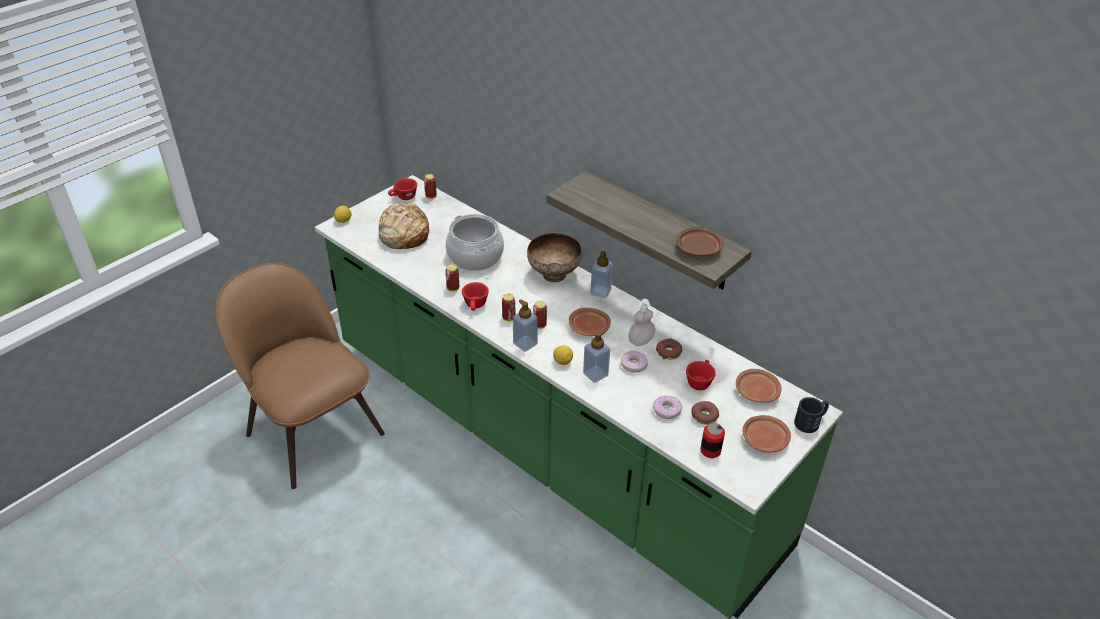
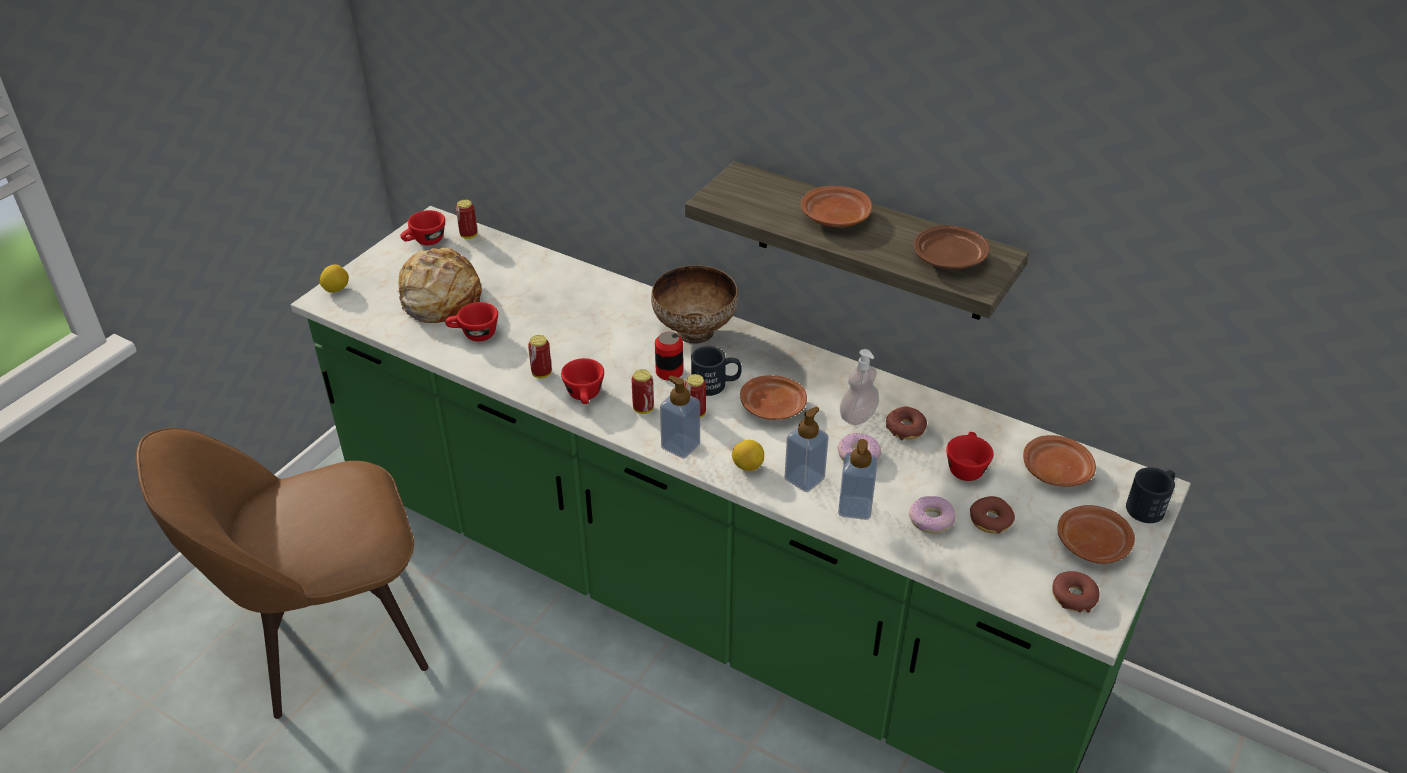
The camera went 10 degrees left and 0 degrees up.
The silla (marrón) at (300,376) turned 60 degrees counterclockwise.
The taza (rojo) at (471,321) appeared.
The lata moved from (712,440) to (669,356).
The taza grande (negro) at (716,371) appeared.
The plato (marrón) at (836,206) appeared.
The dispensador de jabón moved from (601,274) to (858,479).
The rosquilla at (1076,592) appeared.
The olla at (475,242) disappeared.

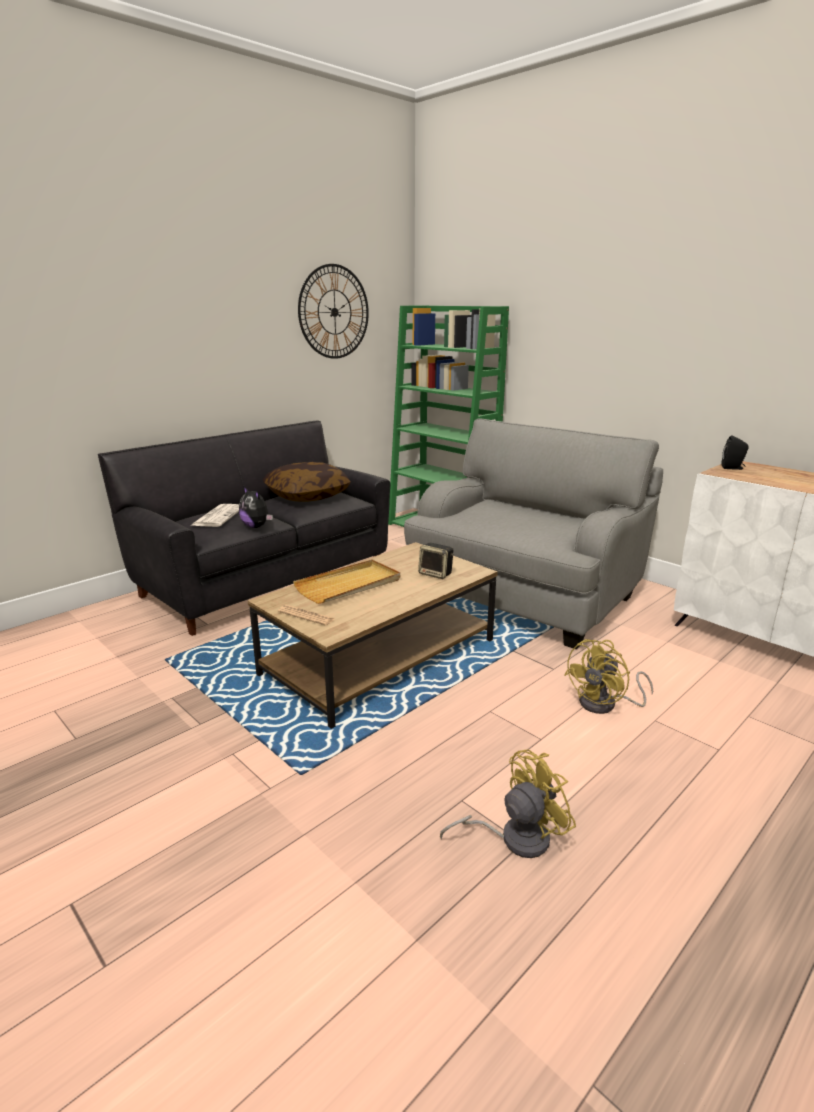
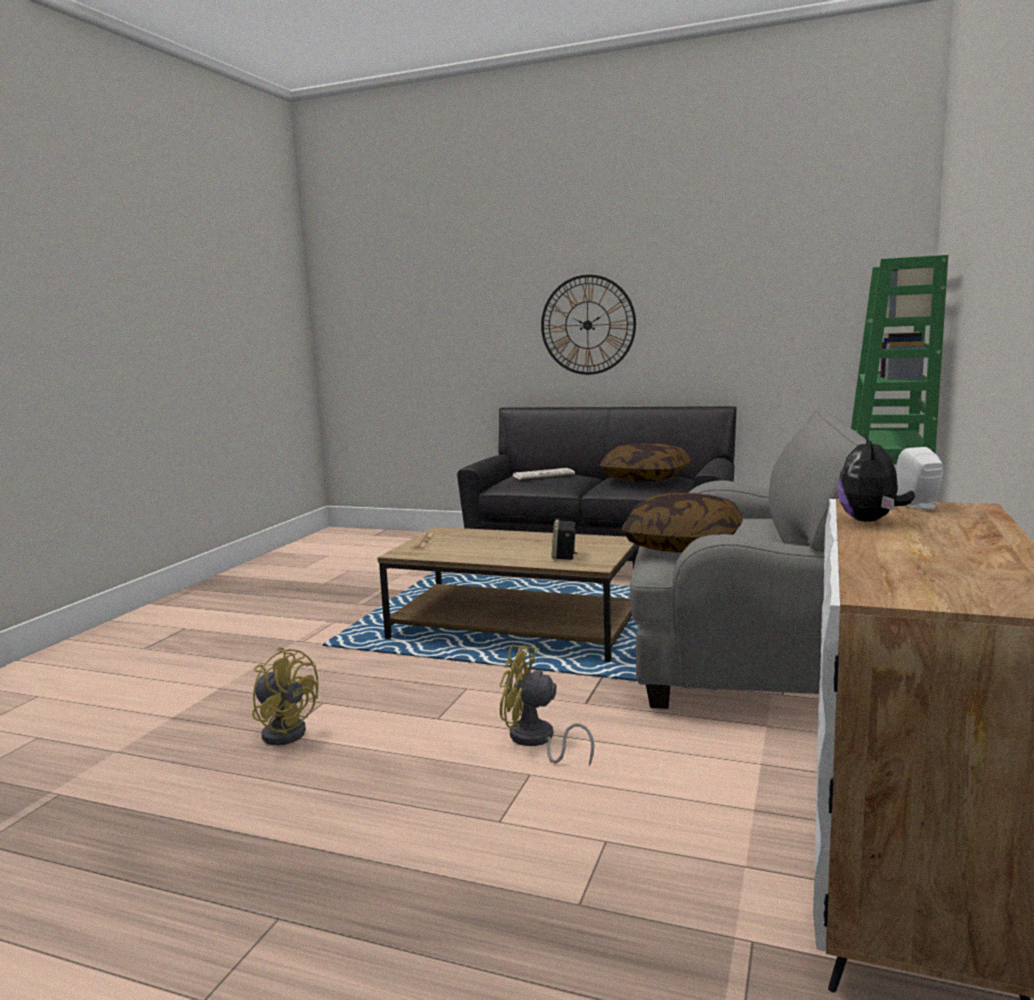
The camera went 65 degrees right and 10 degrees down.
The reloj de pared moved from (333,311) to (588,325).
The cojín at (682,522) appeared.
The peluche moved from (256,507) to (876,478).
The altavoz (negro) at (735,452) became the altavoz (blanco) at (919,478).
The bandeja (beis) at (346,582) disappeared.

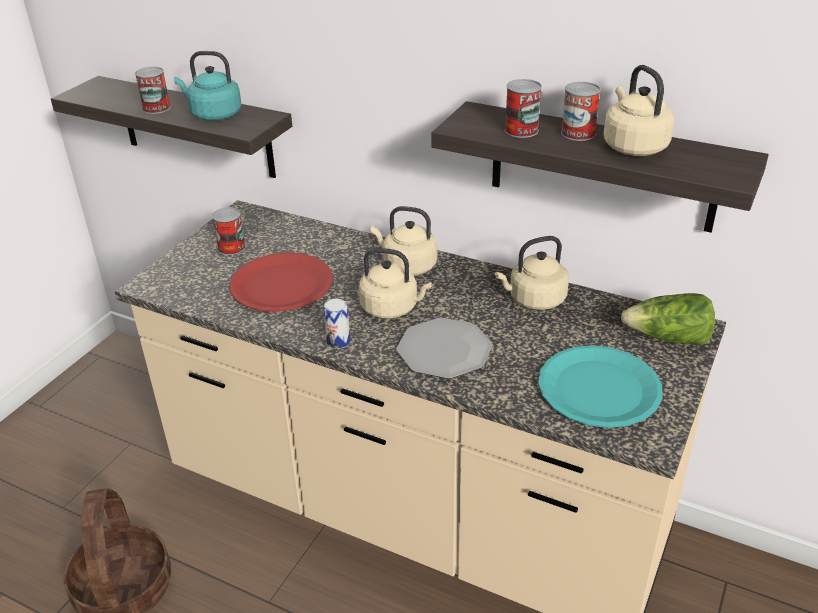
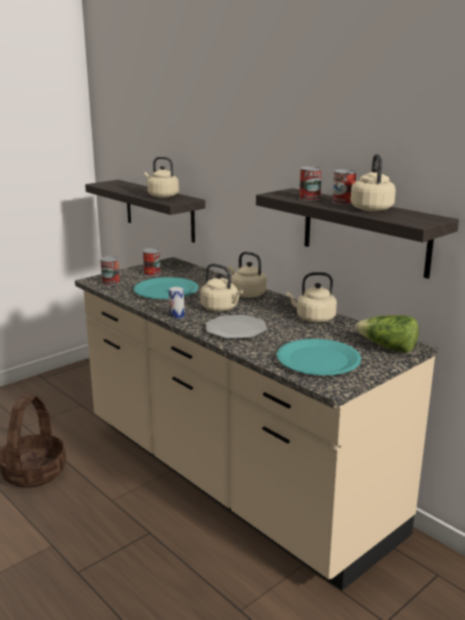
The camera went 20 degrees right and 15 degrees down.
The lata moved from (153,90) to (110,270).
The plato (rojo) at (281,282) became the plato (turquesa) at (166,288).
The hervidor (turquesa) at (208,86) became the hervidor (beis) at (161,177).

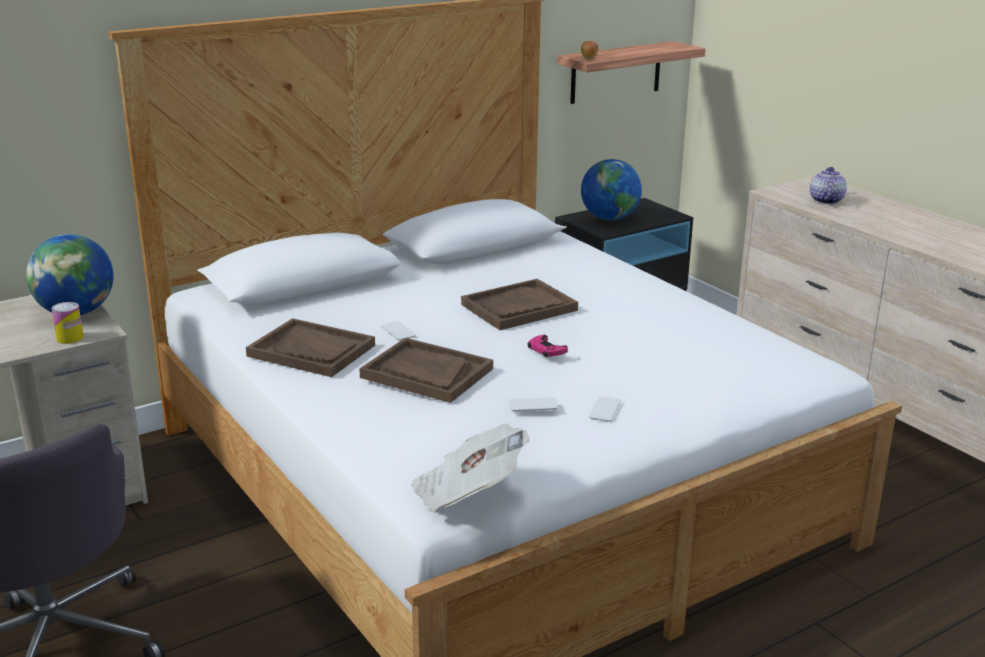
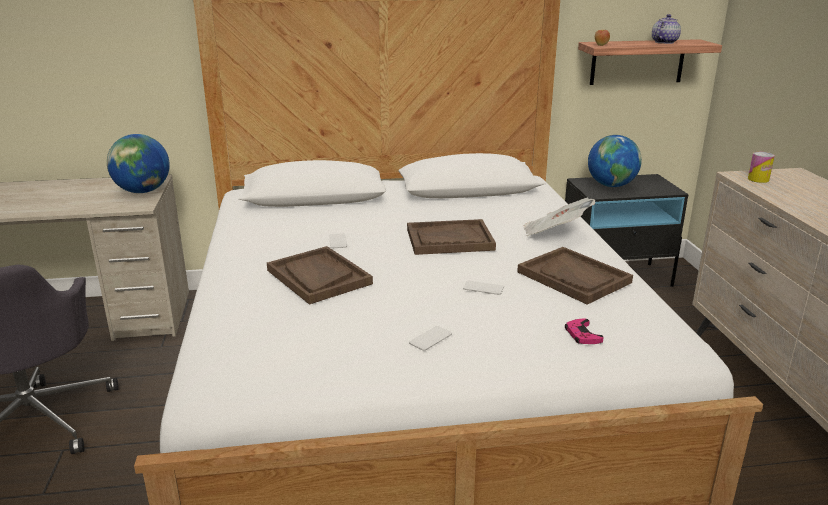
The camera went 25 degrees right and 0 degrees up.
The móvil moved from (533,404) to (483,288).
The bandeja (marrón) moved from (310,347) to (575,276).
The periódico moved from (470,467) to (559,216).
The mando de consola (rosa) moved from (547,346) to (584,331).
The tetera moved from (828,185) to (666,29).
The lata moved from (67,323) to (761,167).

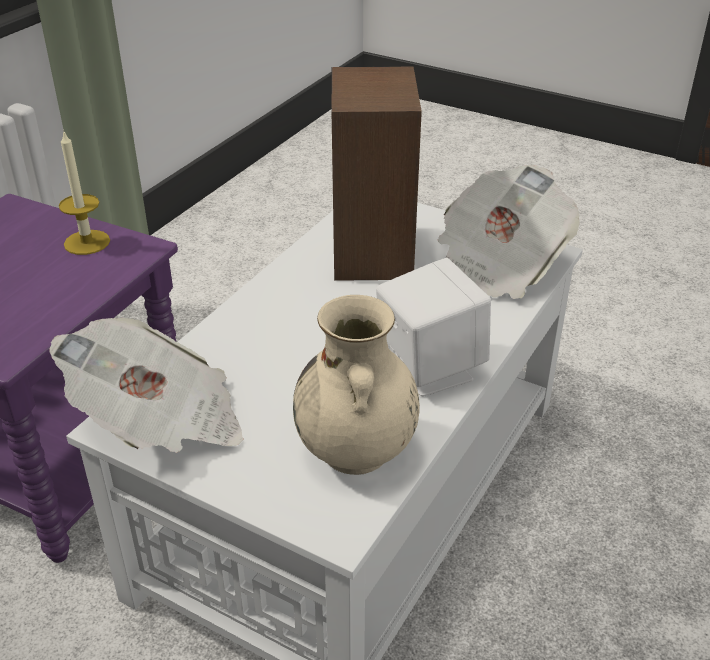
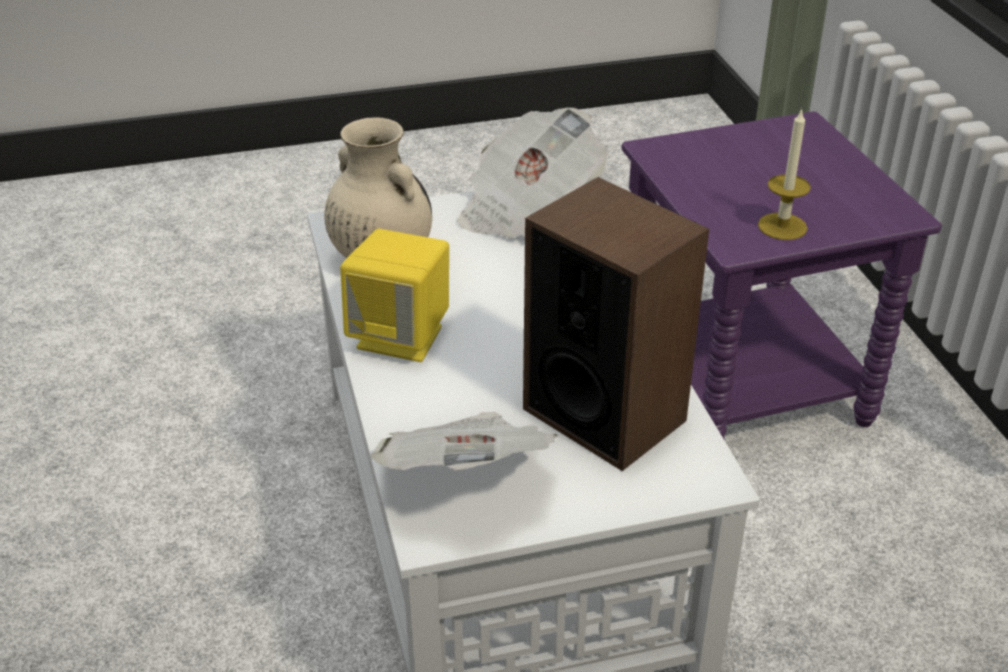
The camera went 135 degrees right and 0 degrees up.
The altavoz (blanco) at (433,327) became the altavoz (amarillo) at (394,295).

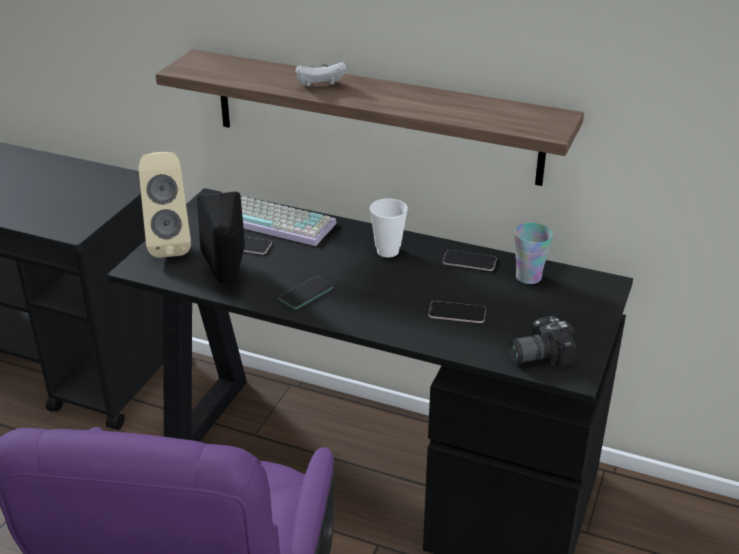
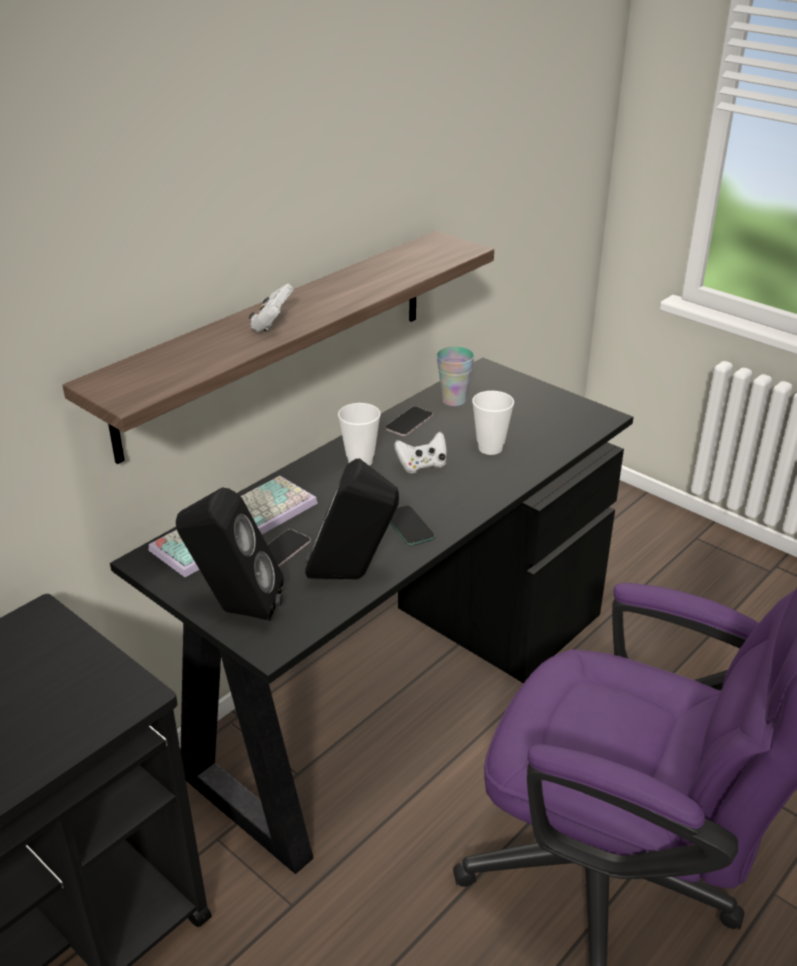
The camera went 70 degrees left and 0 degrees up.
The altavoz (beis) at (165,205) became the altavoz (negro) at (230,554).
The mando de consola (blanco) at (420,453) appeared.
The móvil at (457,312) was replaced by the taza at (493,423).
The cámara at (542,341) disappeared.

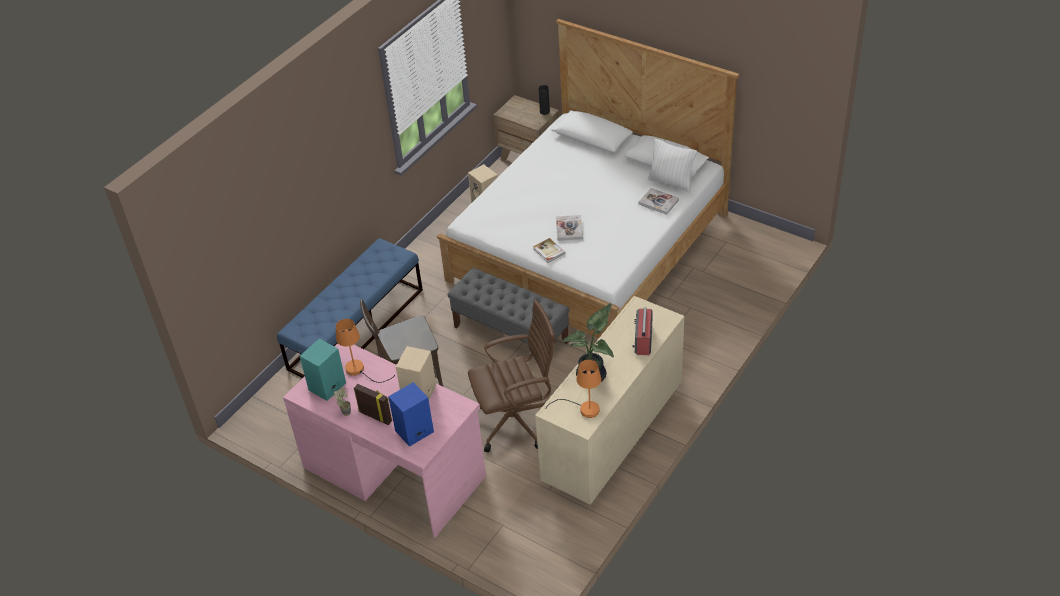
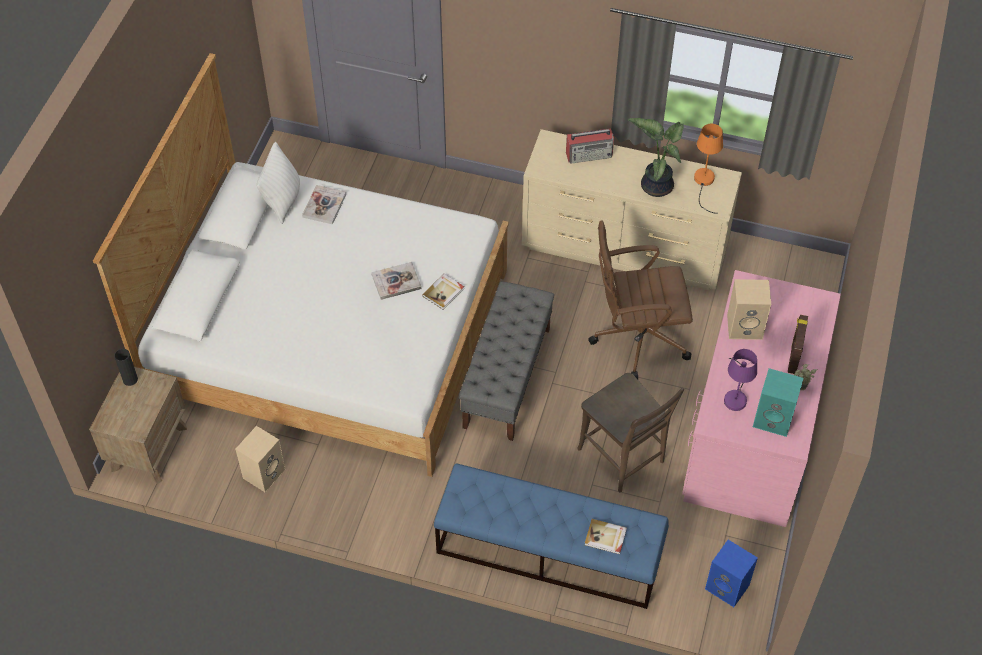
The camera went 110 degrees left and 10 degrees up.
The libro at (606,536) appeared.
The silla de oficina (marrón) at (512,376) turned 60 degrees counterclockwise.
The altavoz (azul) moved from (411,414) to (731,573).
The lámpara de mesa (naranja) at (365,351) became the lámpara de mesa (morado) at (740,380).

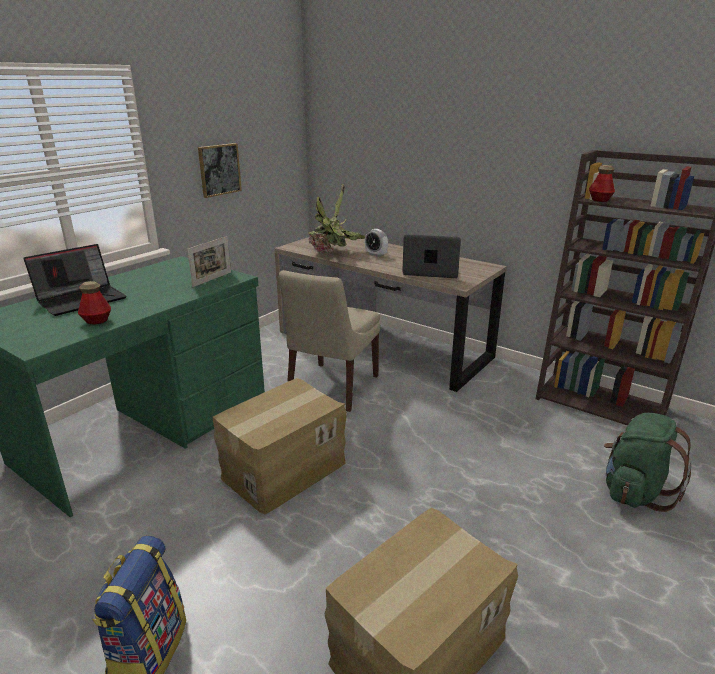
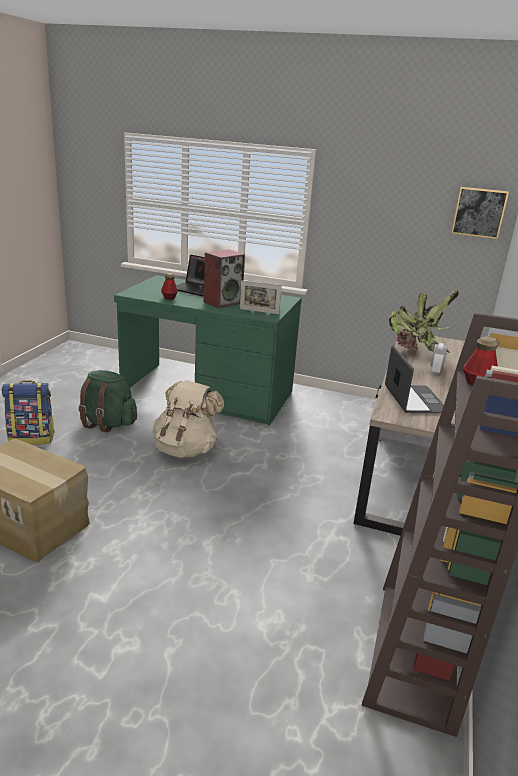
The camera went 70 degrees right and 0 degrees up.
The mochila (verde) moved from (648,462) to (107,401).
The caja de cartón at (280,446) was replaced by the mochila (beis) at (188,419).
The altavoz at (224,278) appeared.
The cuadro moved from (220,170) to (480,213).
The silla (beis) at (330,341) disappeared.

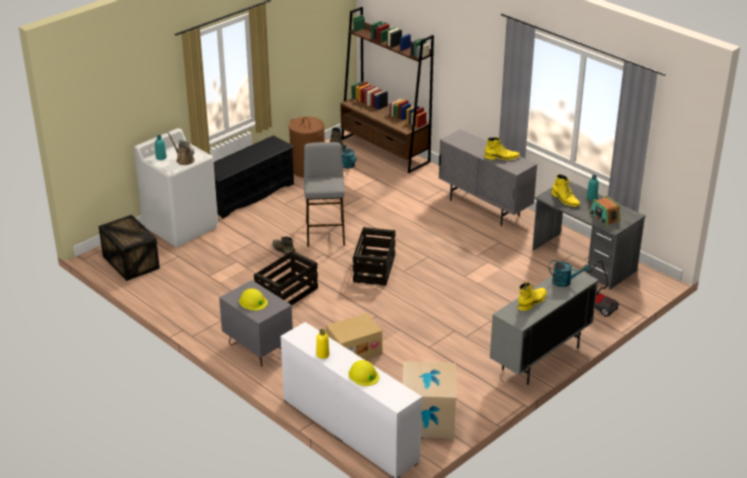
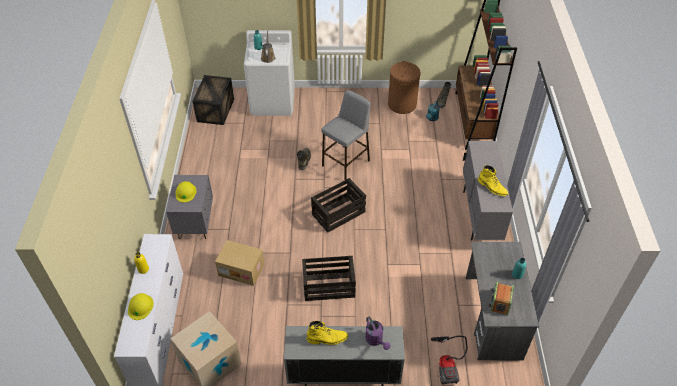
The camera went 45 degrees right and 15 degrees up.
The caja de embalaje moved from (286,277) to (329,278).
The regadera (turquesa) at (569,273) became the regadera (morado) at (378,333).
The zapatero (negro) at (254,177) disappeared.
The bota (amarillo) at (565,190) disappeared.

